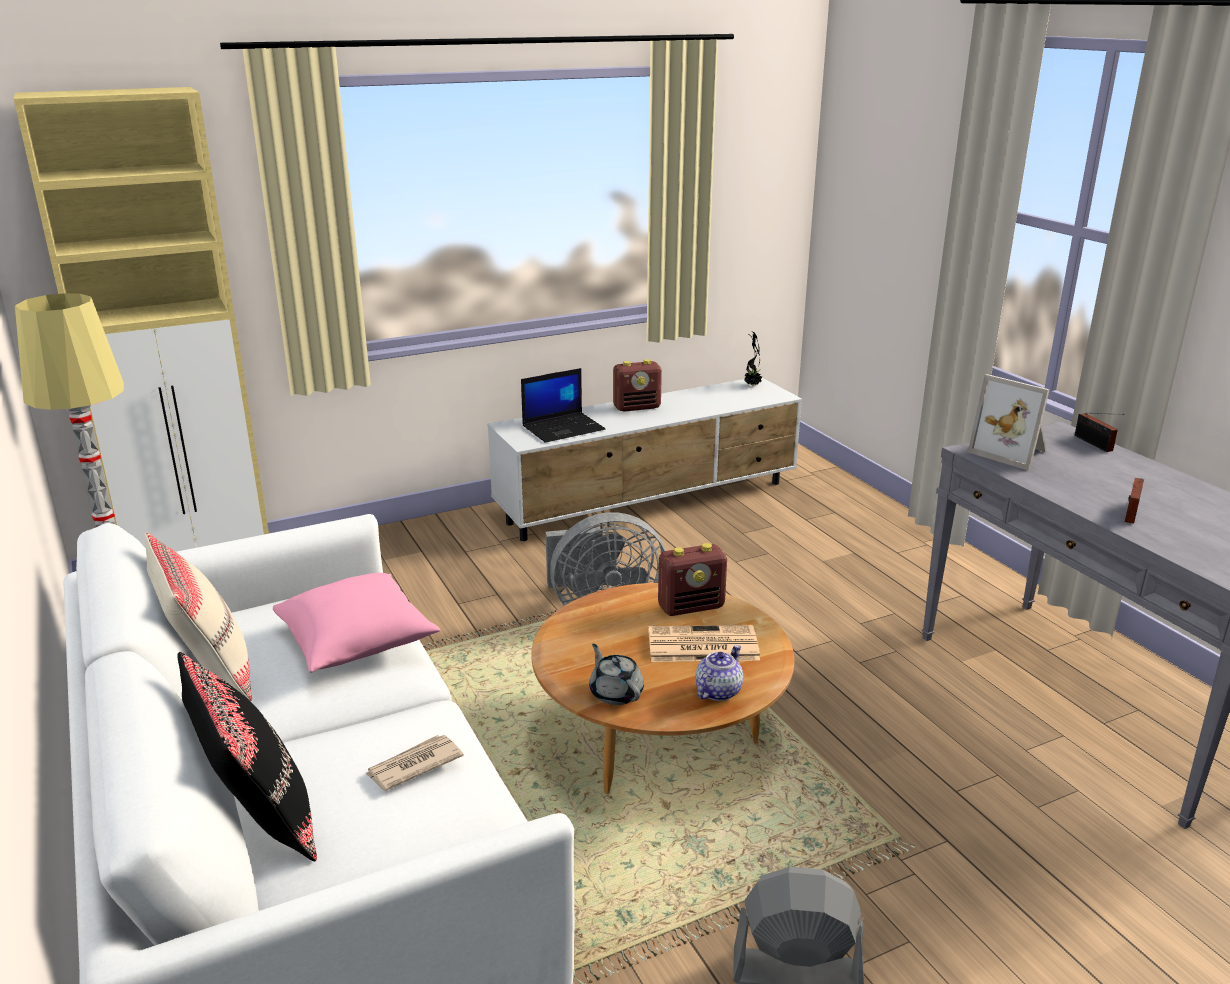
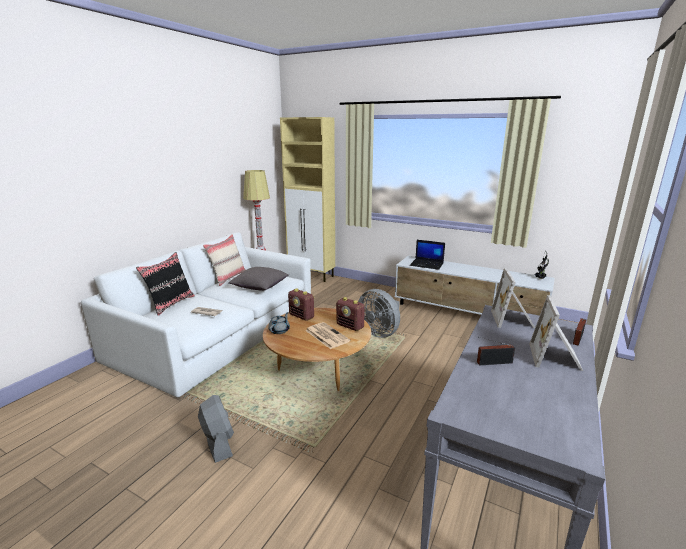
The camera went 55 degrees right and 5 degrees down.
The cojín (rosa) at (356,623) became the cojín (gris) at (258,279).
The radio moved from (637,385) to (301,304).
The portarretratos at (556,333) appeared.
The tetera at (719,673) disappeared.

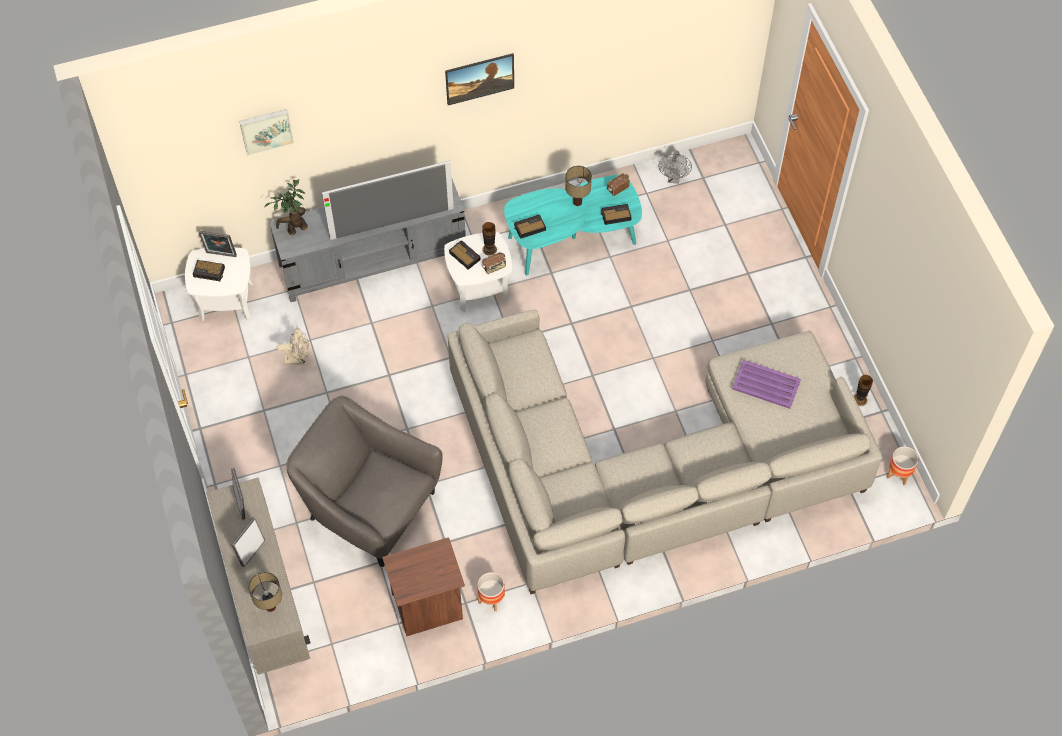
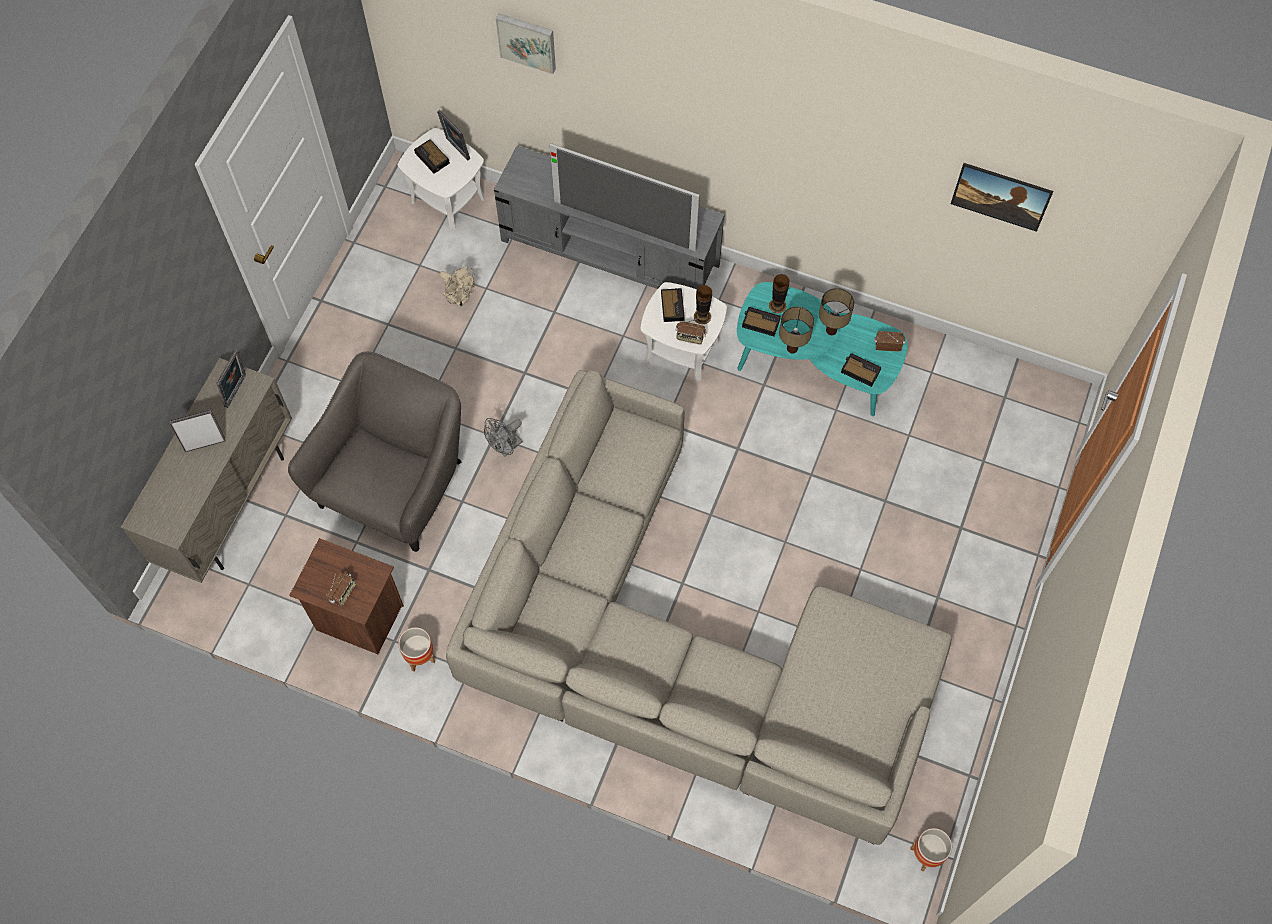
The camera went 40 degrees right and 5 degrees up.
The sillón (gris) at (364,481) turned 45 degrees clockwise.
The radio at (341,588) appeared.
The ventilador (gris) moved from (675,167) to (503,437).
The florero moved from (863,390) to (779,293).
The lámpara de mesa moved from (265,592) to (796,330).
The cuadro moved from (479,79) to (1002,197).
The planta en maceta at (286,207) disappeared.
The bandeja (morado) at (766,384) disappeared.

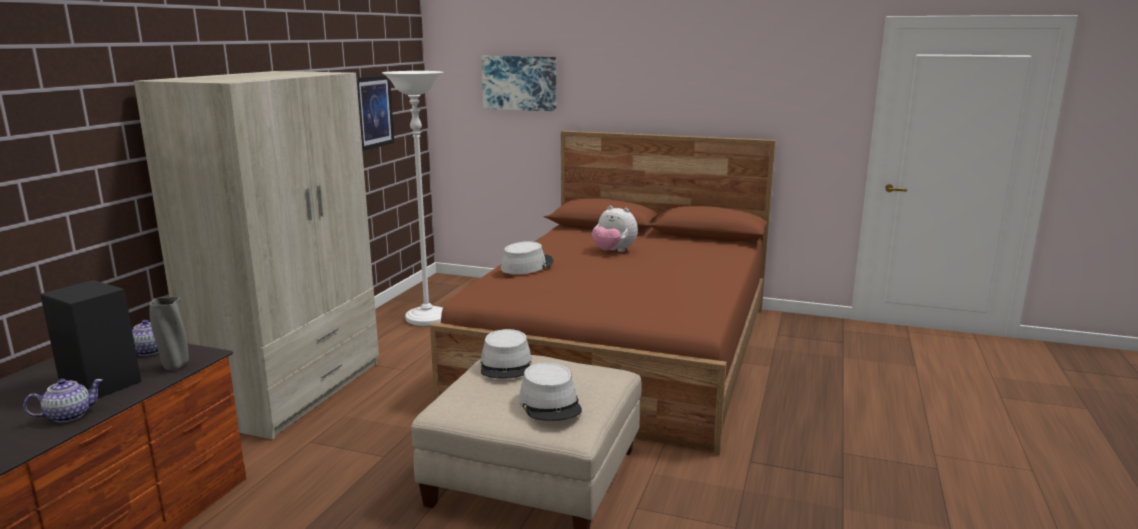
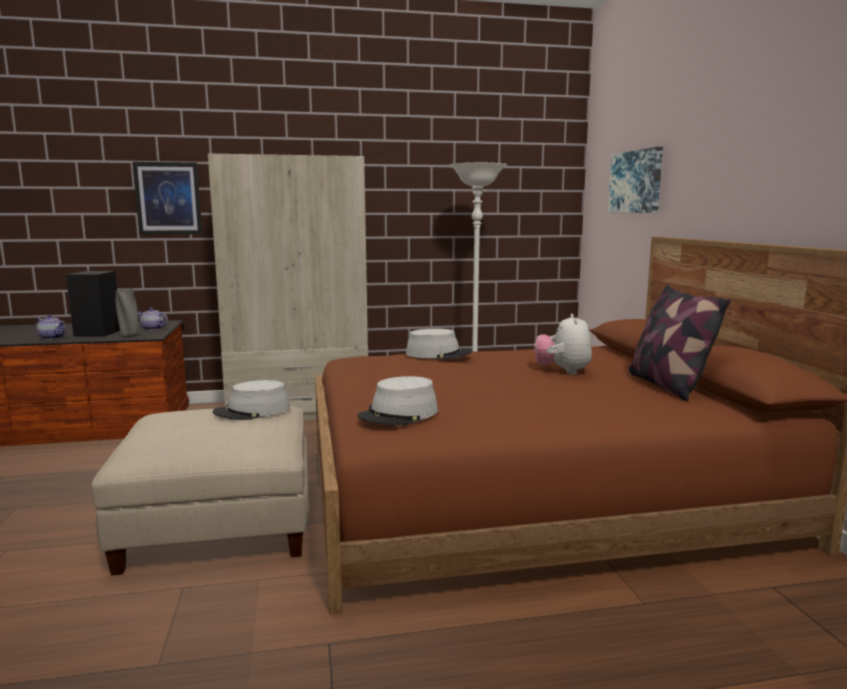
The camera went 60 degrees right and 5 degrees down.
The cuadro moved from (375,113) to (167,198).
The sombrero (gris) moved from (550,392) to (397,401).
The cojín at (679,342) appeared.

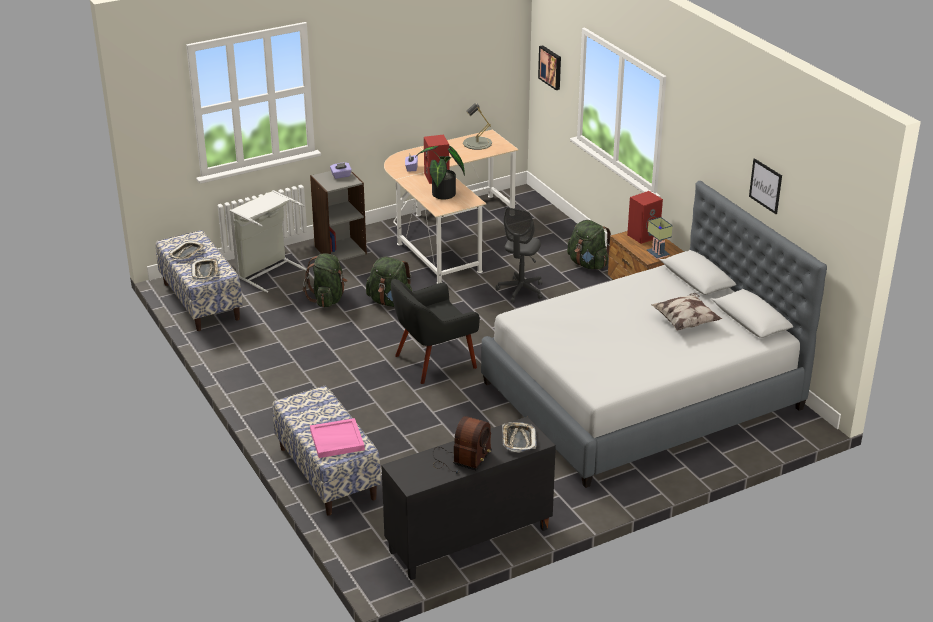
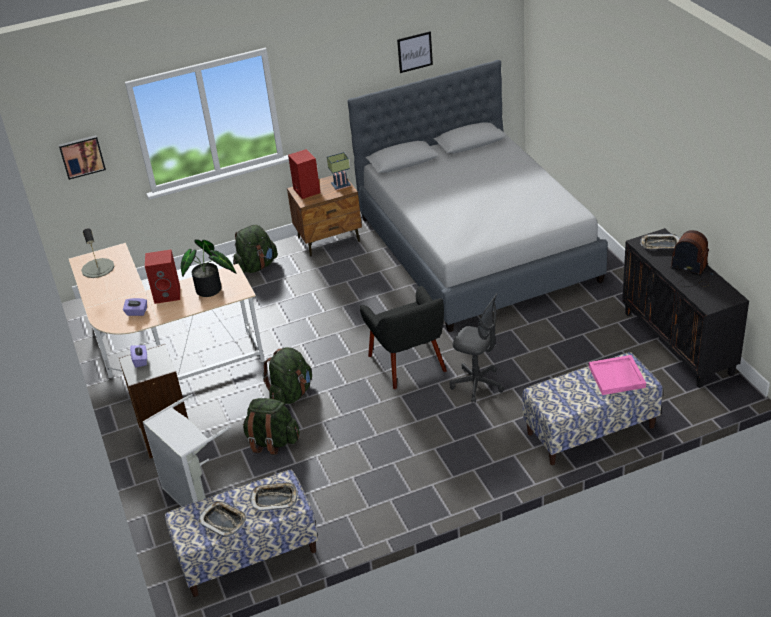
The camera went 80 degrees left and 5 degrees up.
The silla de oficina (gris) moved from (519,255) to (477,348).
The cojín at (686,312) disappeared.

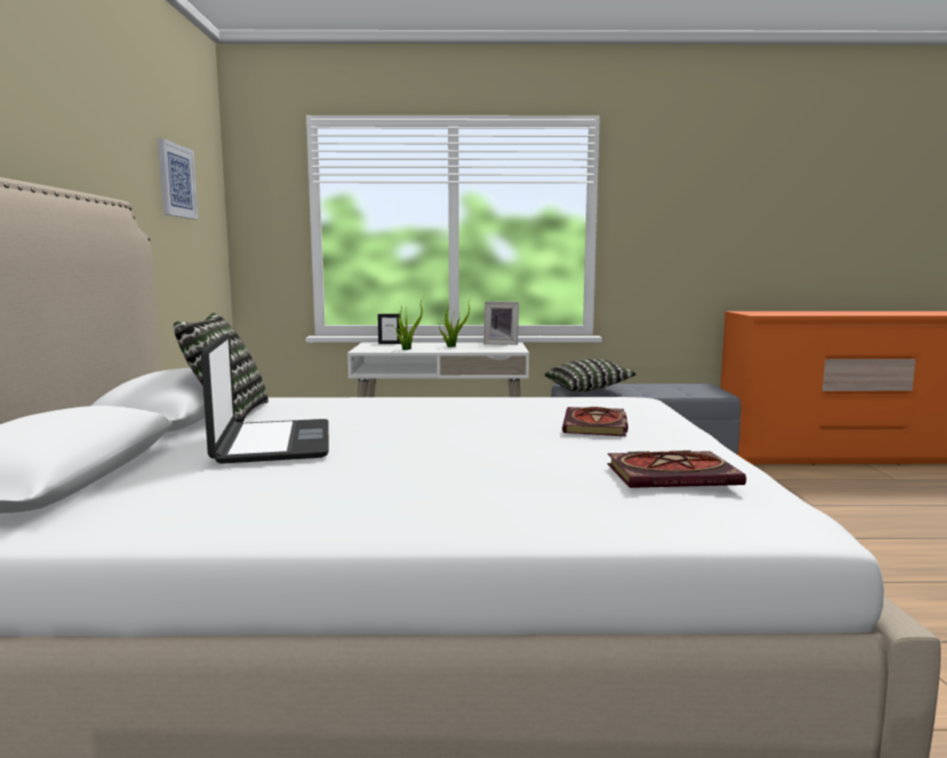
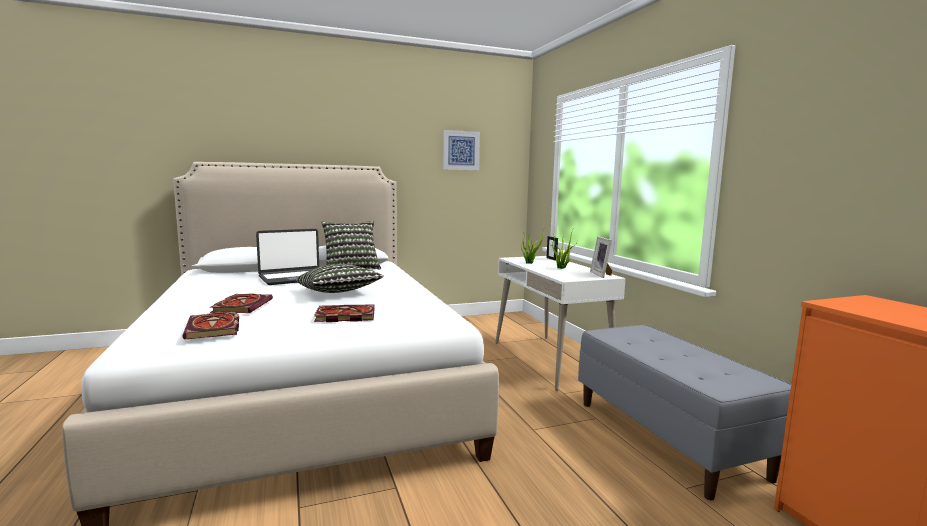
The camera went 70 degrees right and 0 degrees up.
The libro at (241,303) appeared.
The cojín moved from (591,375) to (340,278).

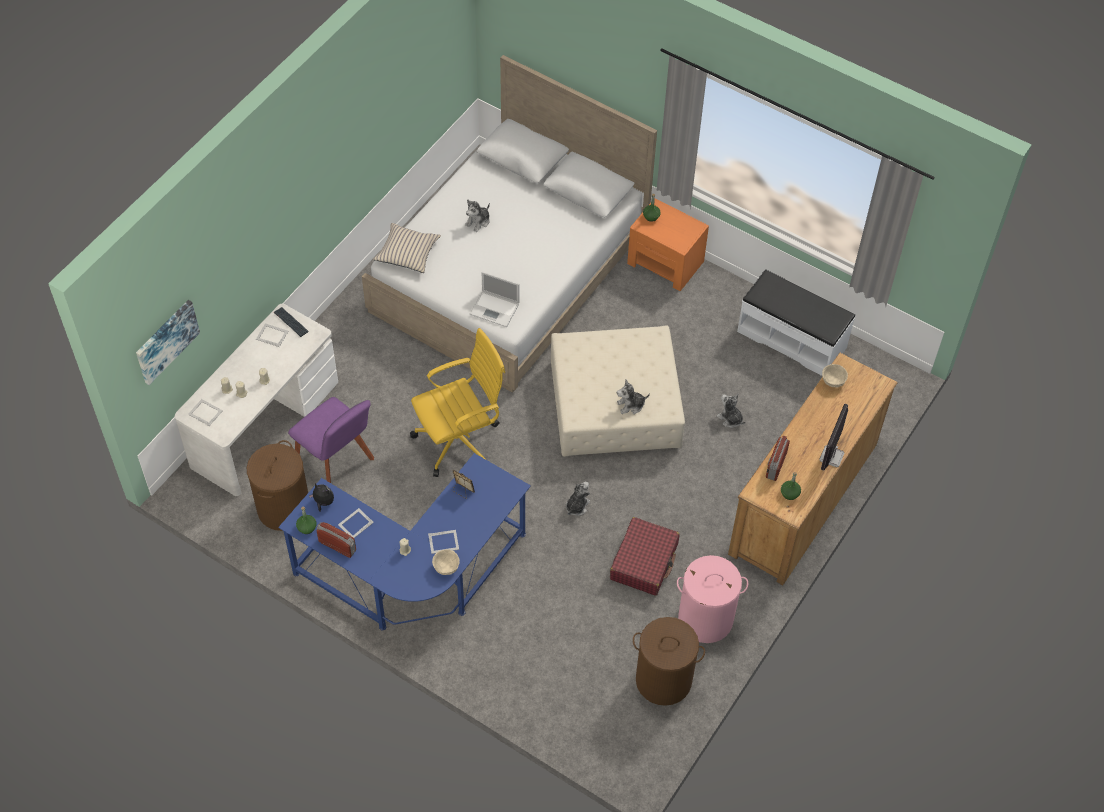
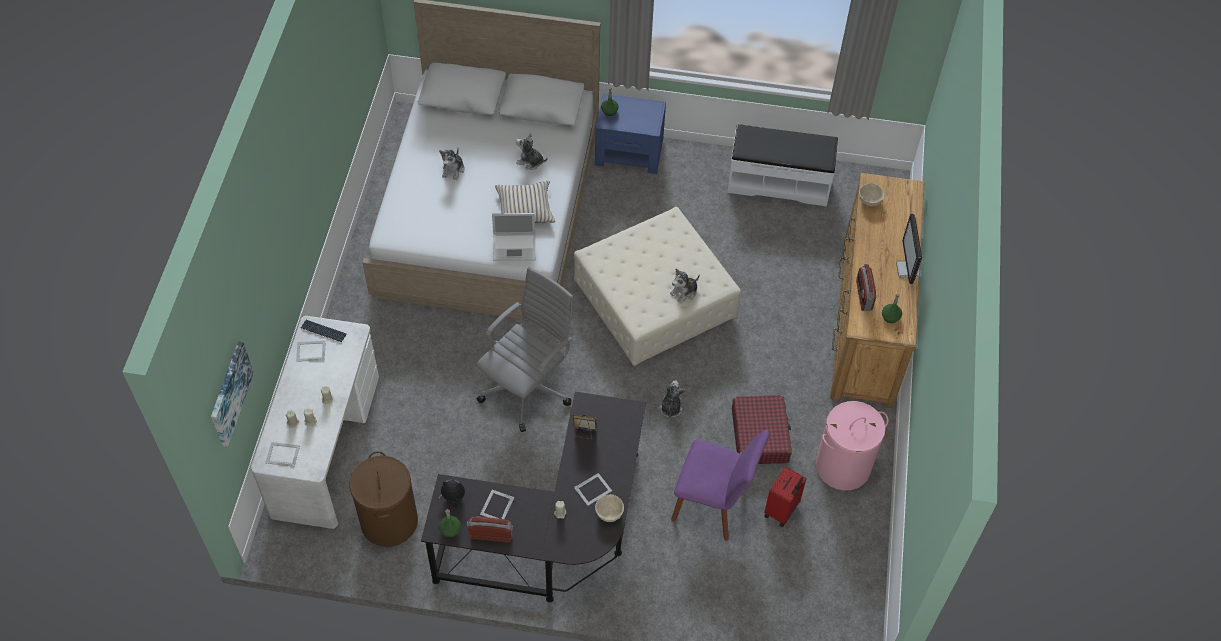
The camera went 25 degrees left and 0 degrees up.
The escritorio (azul) at (404,542) became the escritorio (negro) at (533,497).
The silla de oficina (amarillo) at (457,402) became the silla de oficina (gris) at (525,349).
The cojín (beis) moved from (407,248) to (525,202).
The peluche moved from (731,411) to (531,151).
The mesita de noche (naranja) at (668,244) became the mesita de noche (azul) at (630,133).
The silla (morado) moved from (331,440) to (720,485).
The maleta (rojo) at (785,497) appeared.
The cesto de la ropa (marrón) at (669,661) disappeared.

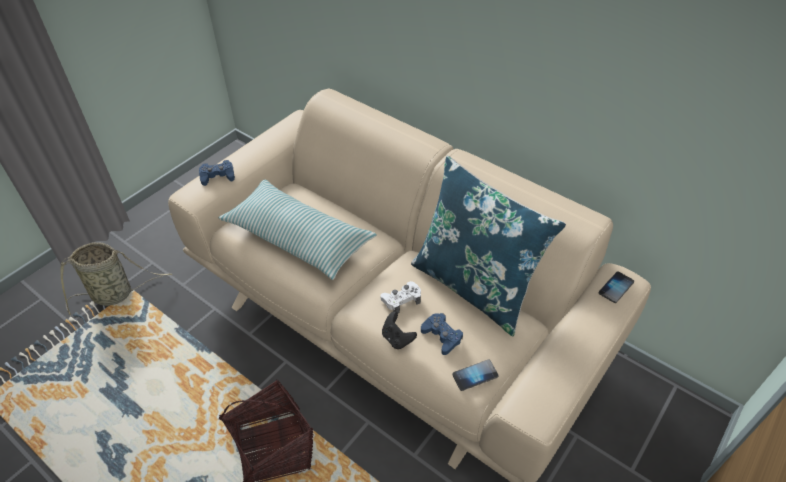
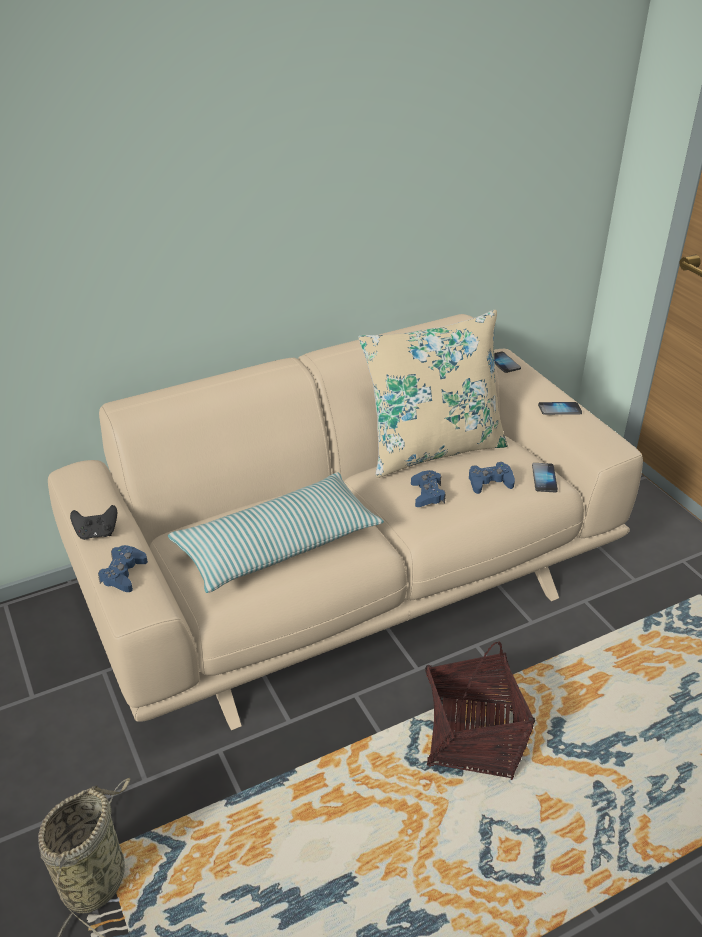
The camera went 65 degrees left and 10 degrees down.
The mando de consola (negro) moved from (399,330) to (93,522).
The cojín (azul) at (488,246) became the cojín (beis) at (433,394).
The mando de consola (blanco) at (400,297) became the mando de consola (azul) at (428,488).
The móvil at (560,408) appeared.

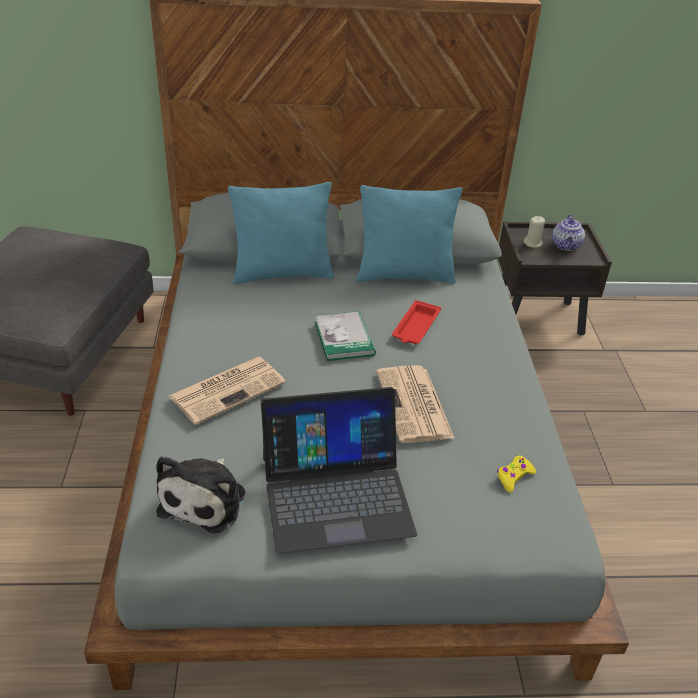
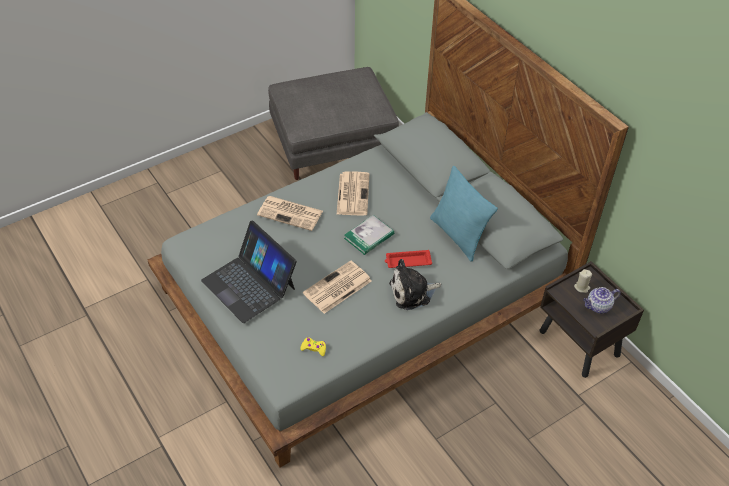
The camera went 60 degrees right and 10 degrees up.
The periódico at (352,193) appeared.
The peluche moved from (200,494) to (415,284).
The cojín (turquesa) at (281,233) disappeared.

